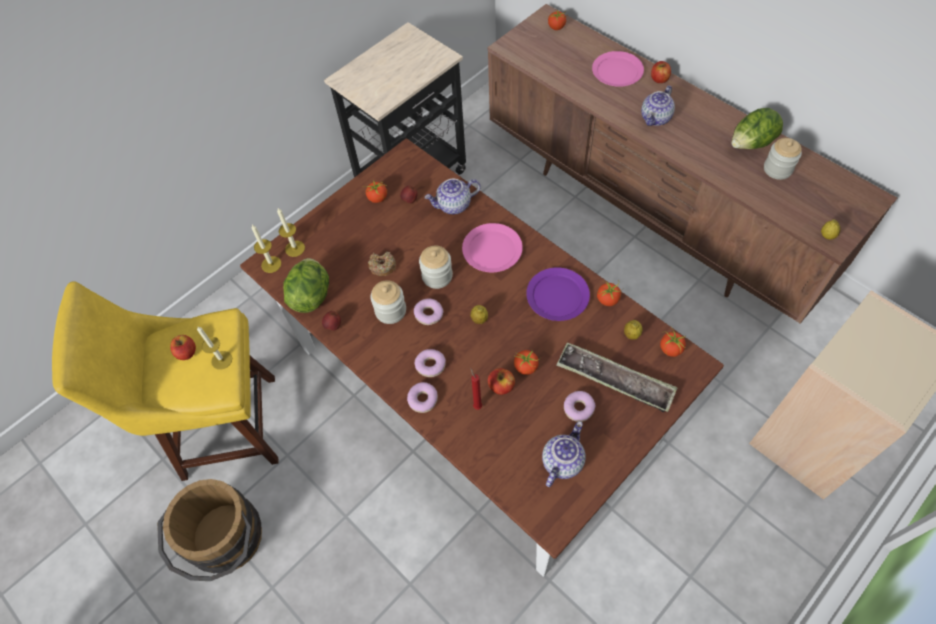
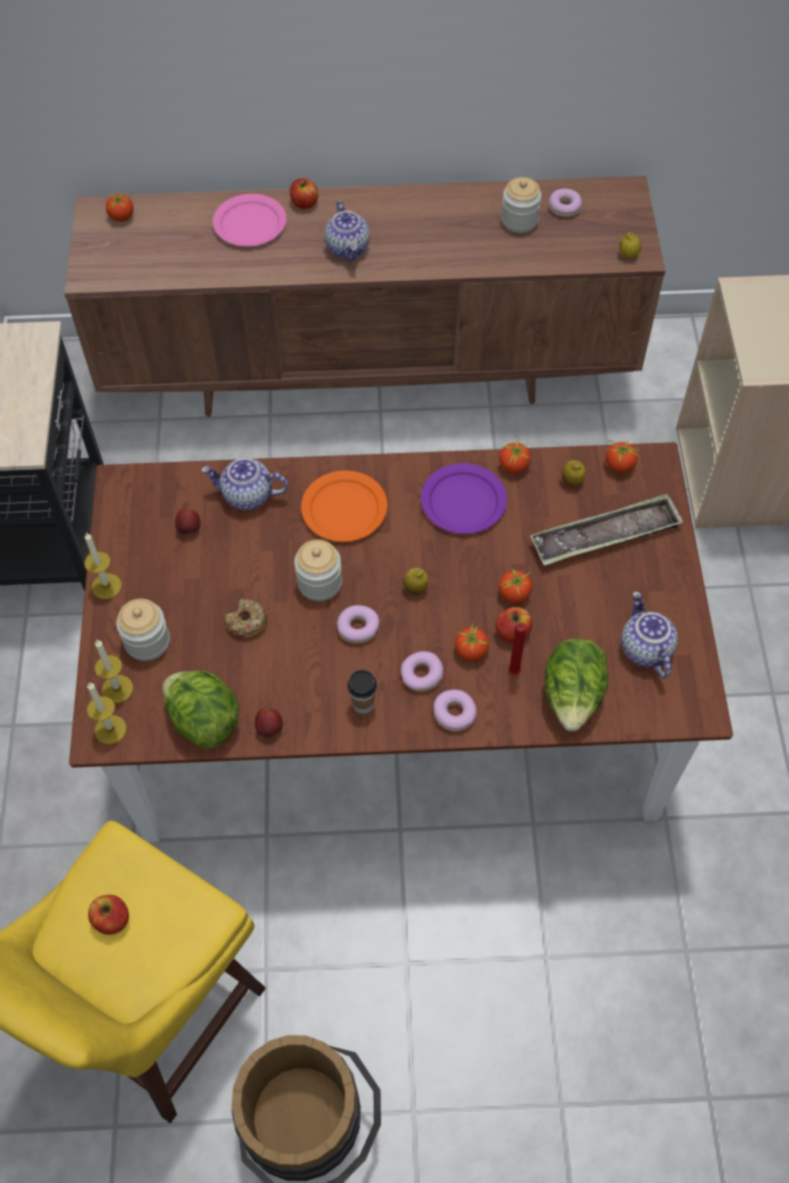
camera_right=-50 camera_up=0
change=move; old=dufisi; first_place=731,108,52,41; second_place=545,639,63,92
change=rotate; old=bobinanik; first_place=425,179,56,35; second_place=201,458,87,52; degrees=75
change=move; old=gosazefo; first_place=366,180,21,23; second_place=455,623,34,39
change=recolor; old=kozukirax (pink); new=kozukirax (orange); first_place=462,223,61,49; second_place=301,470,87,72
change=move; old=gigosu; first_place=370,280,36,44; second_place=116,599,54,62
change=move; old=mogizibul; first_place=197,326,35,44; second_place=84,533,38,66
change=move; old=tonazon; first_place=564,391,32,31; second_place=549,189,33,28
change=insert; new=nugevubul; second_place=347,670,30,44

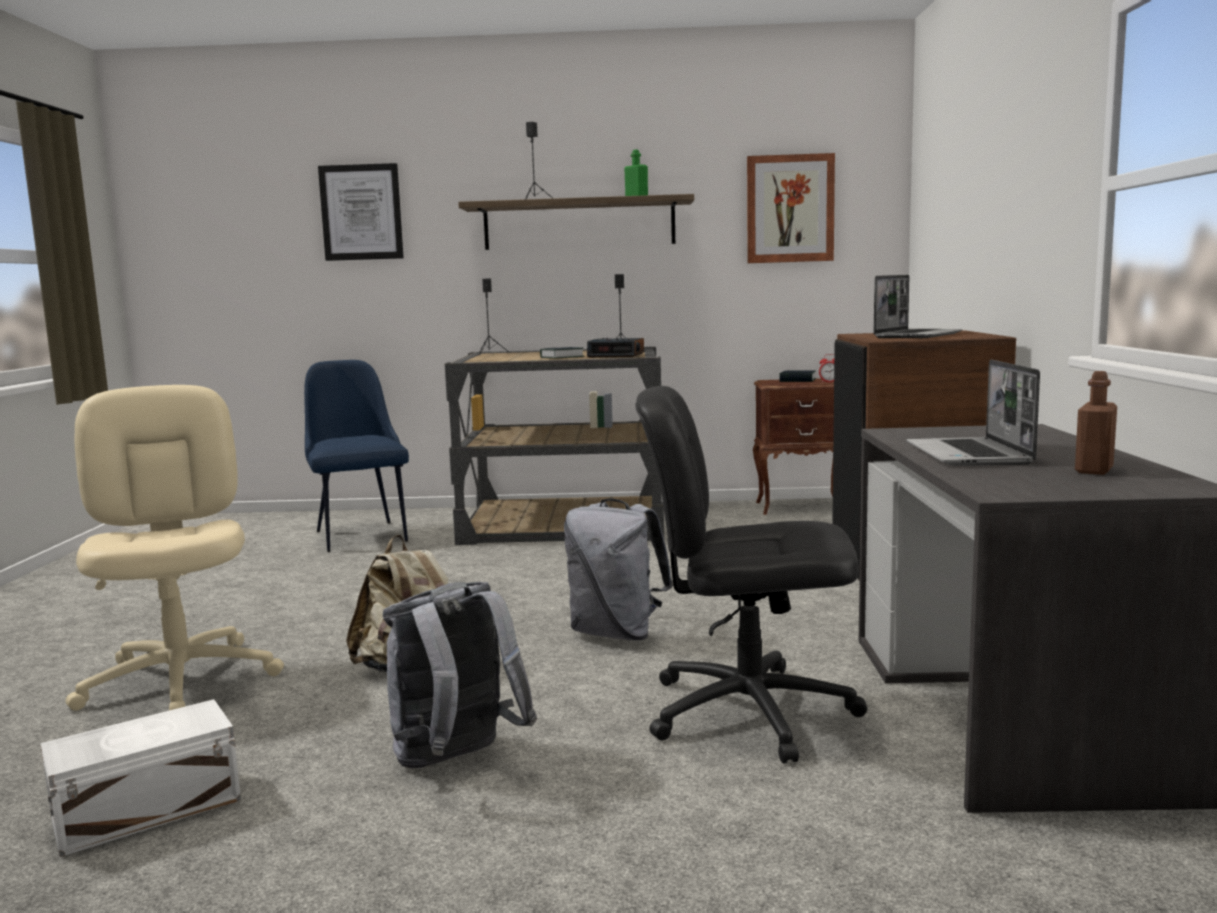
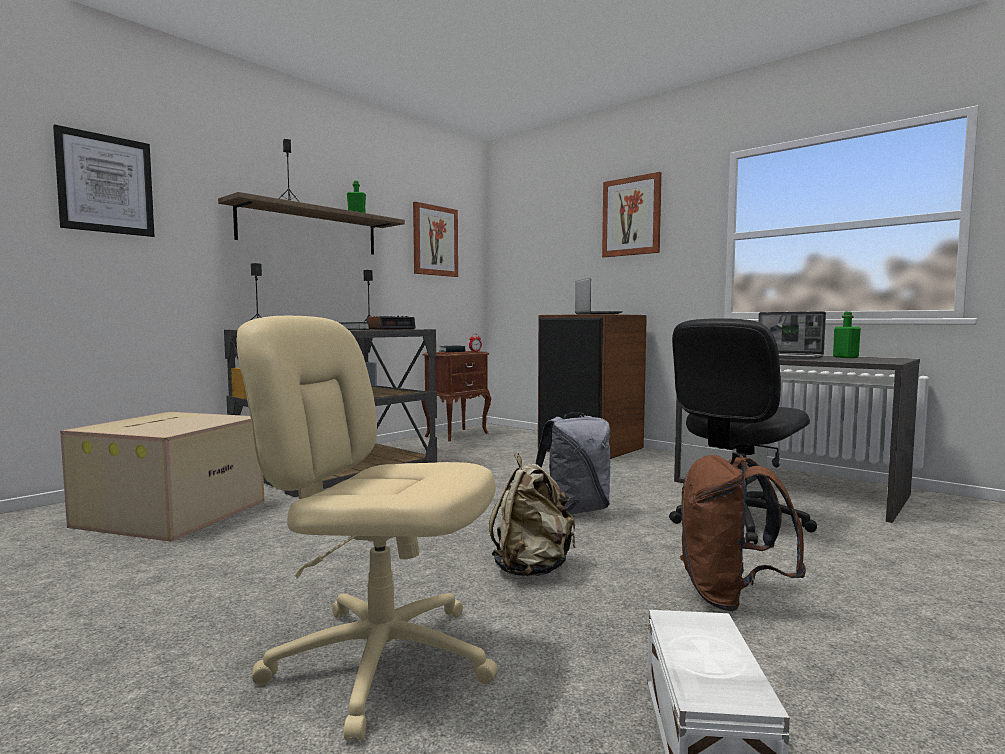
camera_right=-50 camera_up=-5
change=replace; old=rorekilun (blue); new=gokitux; first_place=304,360,105,192; second_place=60,412,204,130
change=recolor; old=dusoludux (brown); new=dusoludux (green); first_place=1075,371,42,104; second_place=833,311,28,47
change=recolor; old=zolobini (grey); new=zolobini (brown); first_place=383,582,154,186; second_place=680,453,126,158
change=insert; new=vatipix; second_place=602,172,60,85

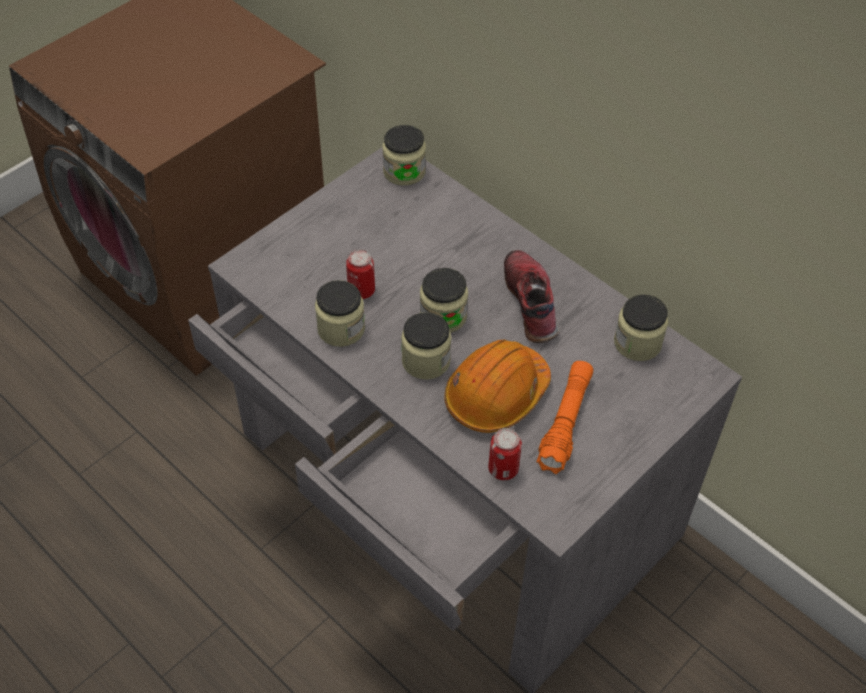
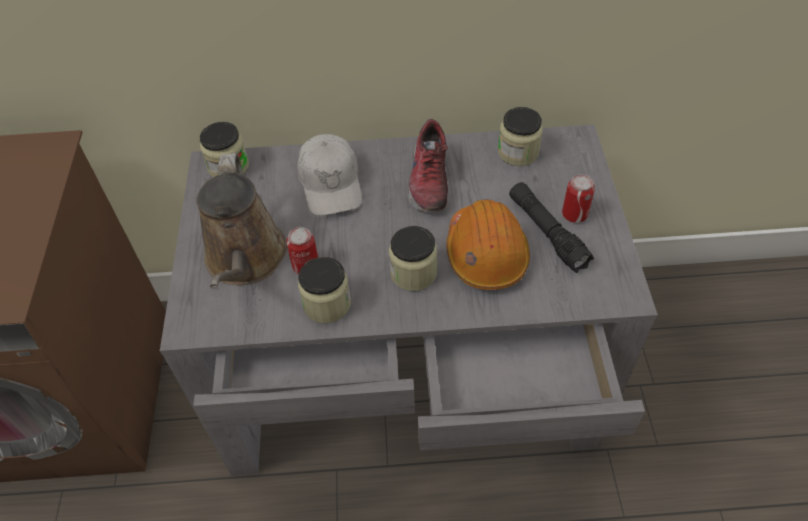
camera_right=-45 camera_up=0
change=rotate; old=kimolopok; first_place=504,250,56,93; second_place=408,119,40,93; degrees=-120
change=delete; old=gigosu; first_place=420,268,48,65
change=recolor; old=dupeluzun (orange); new=dupeluzun (black); first_place=536,361,57,113; second_place=509,182,85,91
change=move; old=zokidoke; first_place=488,428,34,52; second_place=562,174,33,49
change=insert; new=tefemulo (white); second_place=297,134,65,82
change=insert; new=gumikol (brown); second_place=196,153,91,135

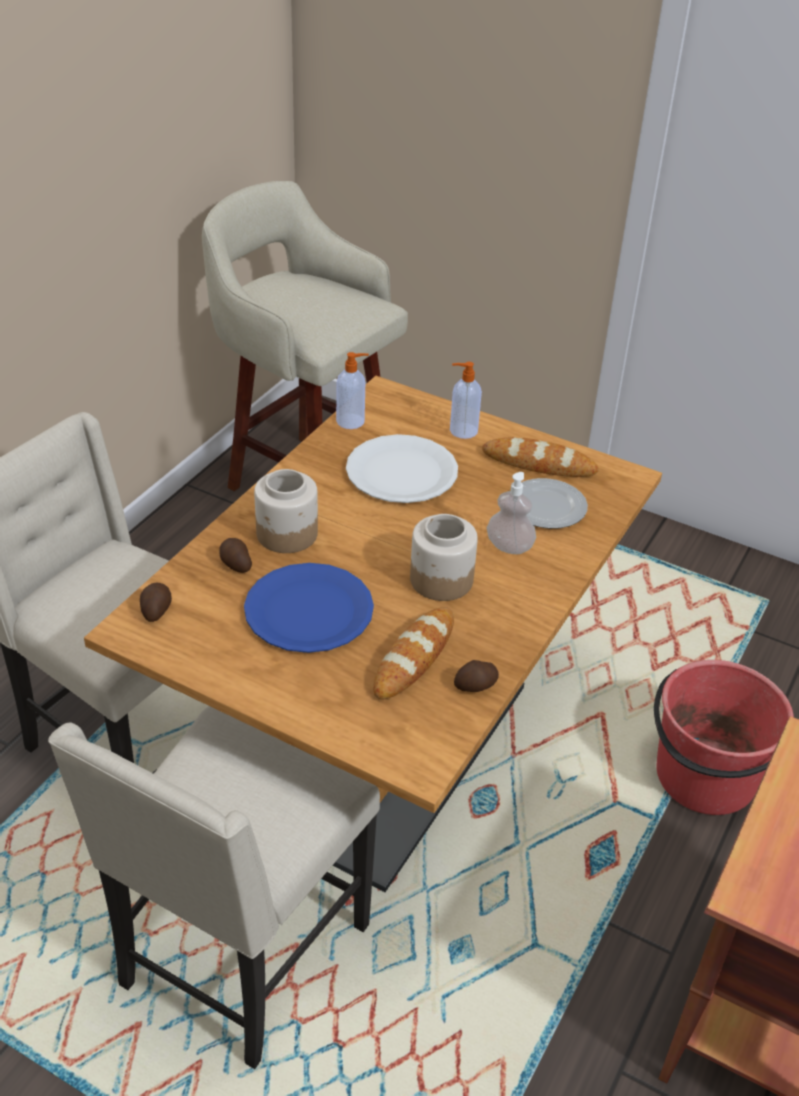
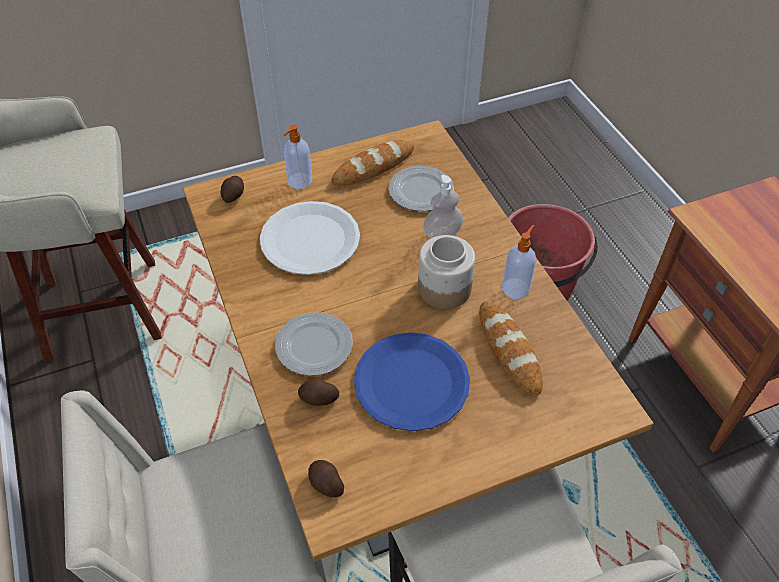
camera_right=-50 camera_up=10
change=move; old=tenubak; first_place=336,352,33,77; second_place=502,225,34,74
change=replace; old=gigosu; new=kozukirax; first_place=254,469,64,84; second_place=275,312,78,64
change=move; old=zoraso; first_place=454,660,45,32; second_place=220,176,24,27

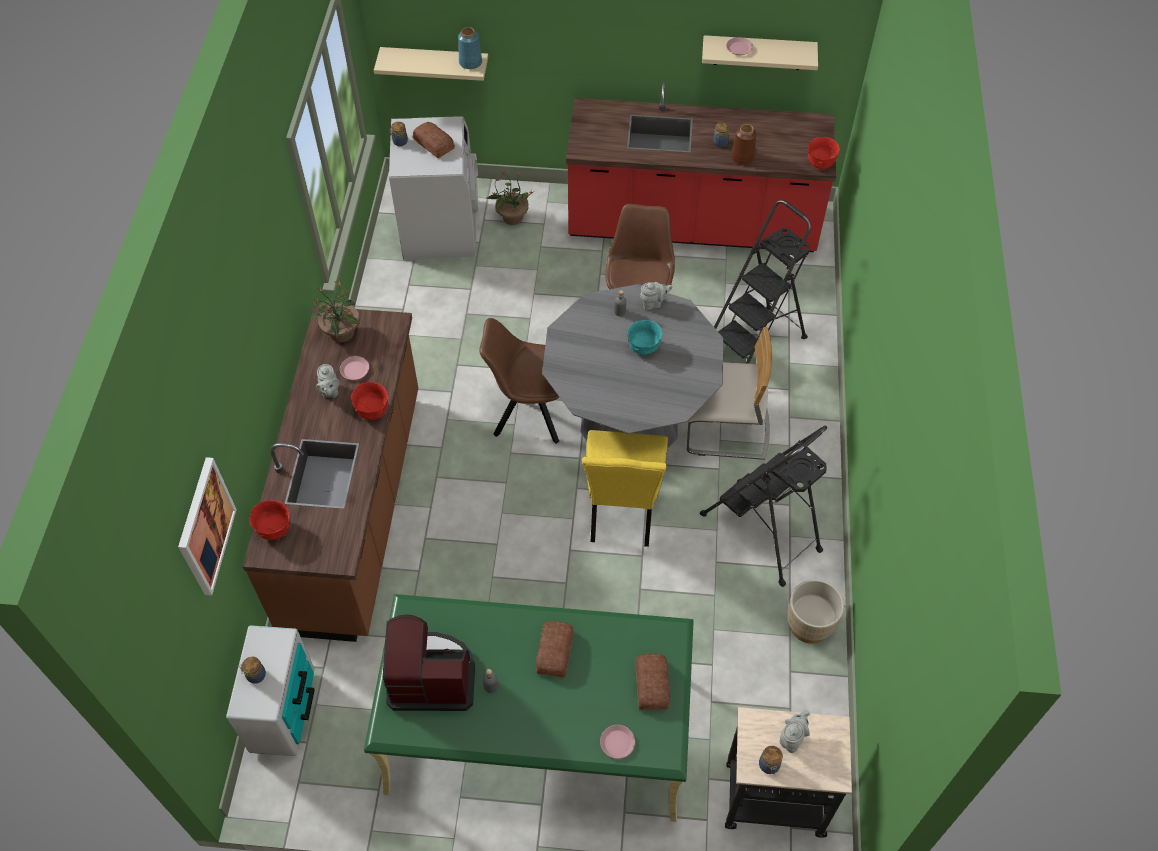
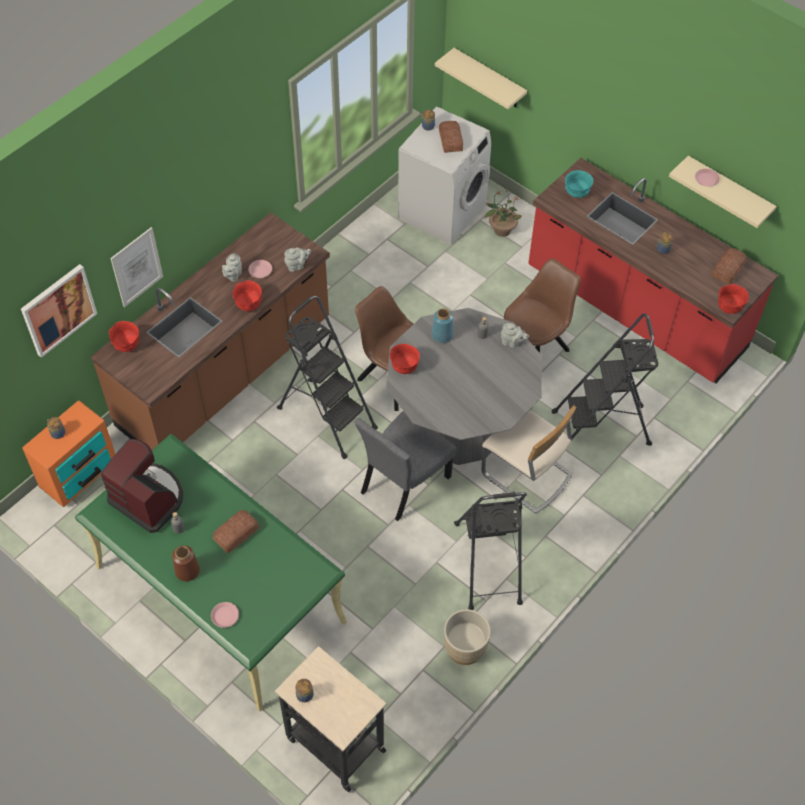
camera_right=35 camera_up=0
change=move; old=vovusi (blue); first_place=458,27,24,42; second_place=431,308,22,35
change=move; old=vovusi (brown); first_place=731,124,26,41; second_place=172,546,28,35
change=delete; old=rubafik; first_place=311,280,49,63
change=move; old=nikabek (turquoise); first_place=627,320,35,35; second_place=565,170,28,28
change=recolor; old=rorekilun (yellow); new=rorekilun (grey); first_place=582,430,86,117; second_place=354,411,102,110
change=recolor; old=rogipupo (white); new=rogipupo (orange); first_place=226,625,89,131; second_place=22,401,93,106
change=move; old=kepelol; first_place=636,653,34,57; second_place=712,248,35,36
change=move; old=bobinanik (grey); first_place=780,710,30,43; second_place=284,247,27,25
change=insert; new=vatipix; second_place=110,227,53,80
change=insert; new=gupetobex; second_place=277,296,101,163
change=insert; new=nikabek (red); second_place=390,344,30,30

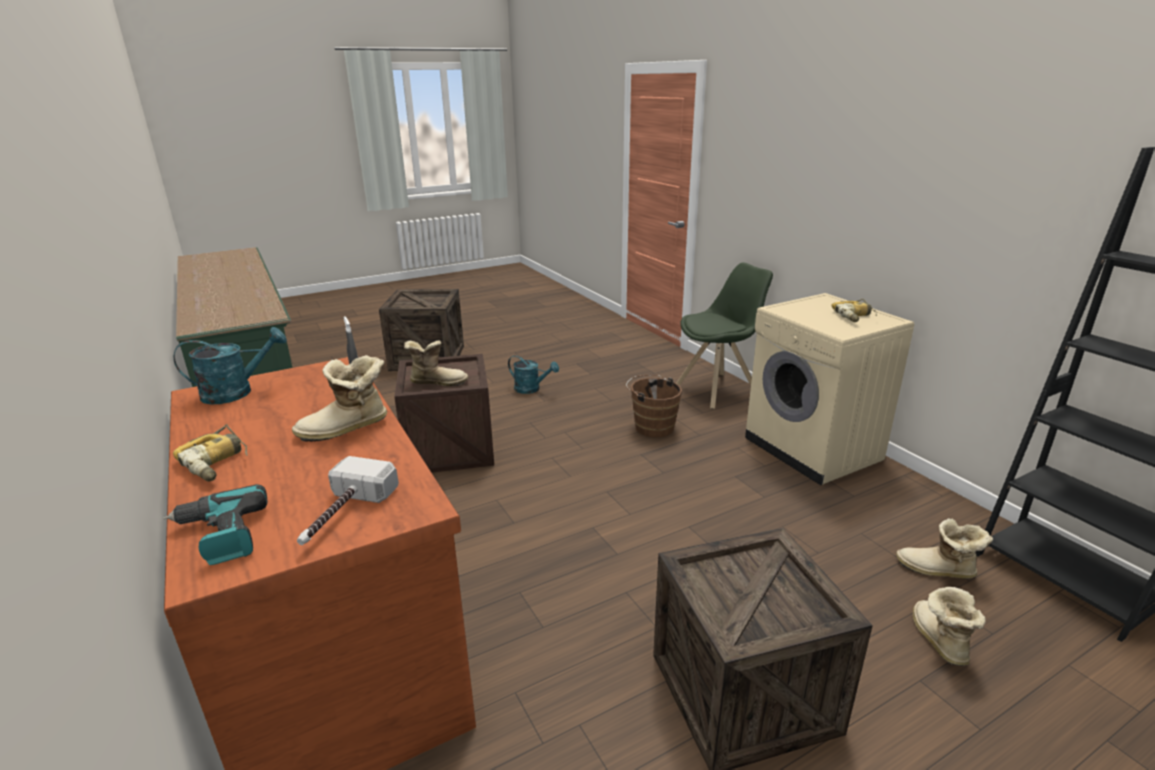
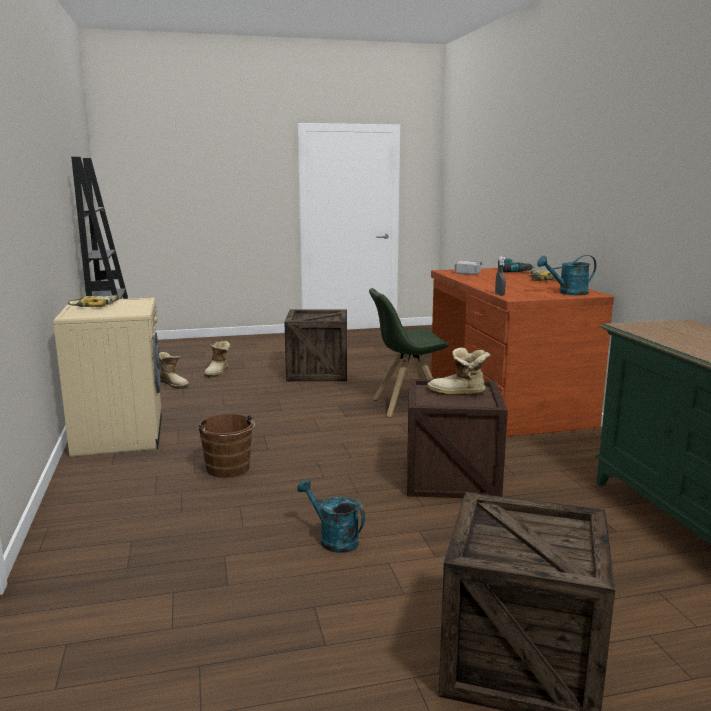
camera_right=-165 camera_up=-10
change=move; old=rorekilun (green); first_place=676,262,97,147; second_place=369,288,80,129
change=delete; old=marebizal; first_place=292,355,95,87

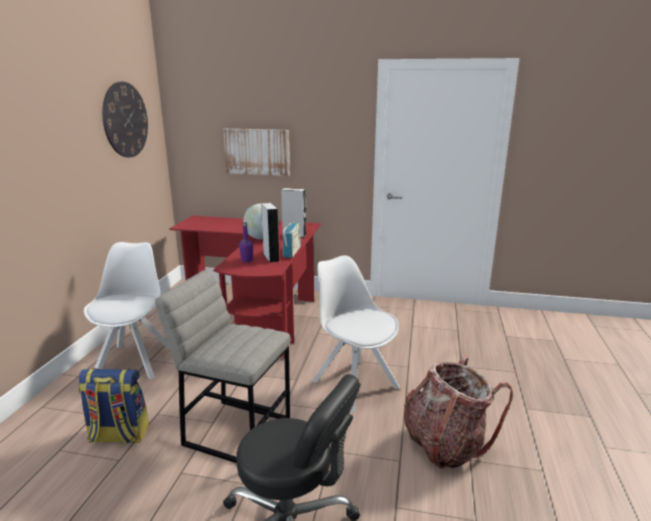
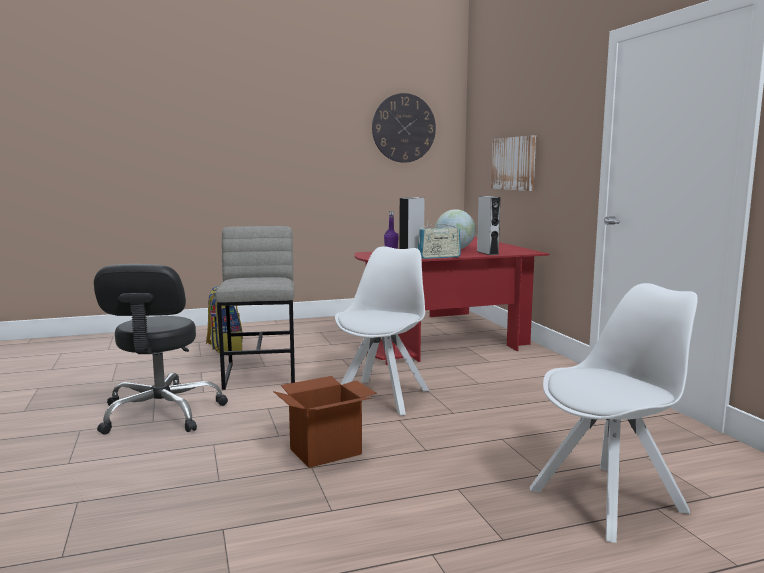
camera_right=60 camera_up=-10
change=move; old=rorekilun (white); first_place=84,242,86,137; second_place=530,283,168,260
change=replace; old=zolobini; new=gokitux; first_place=404,355,109,114; second_place=273,376,104,92

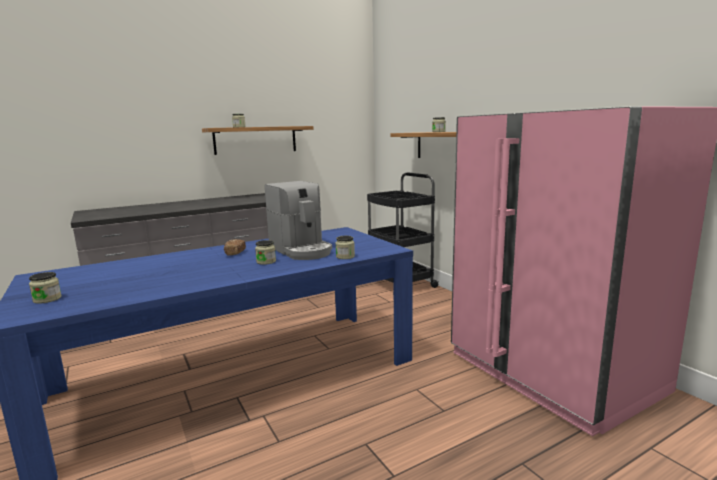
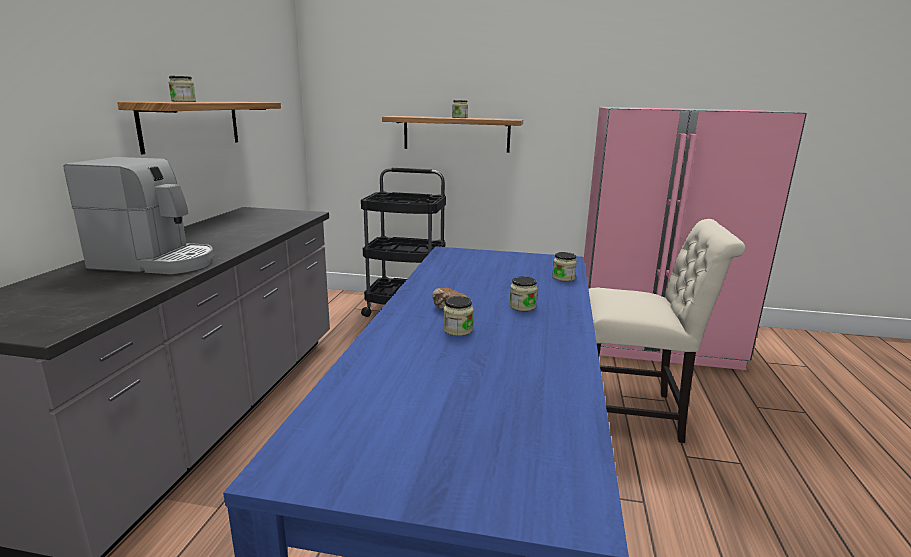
camera_right=-50 camera_up=5
change=move; old=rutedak; first_place=265,181,67,79; second_place=64,157,149,117
change=move; old=gigosu; first_place=29,272,33,32; second_place=443,296,31,40
change=insert; new=rorekilun (beige); second_place=588,219,157,224

